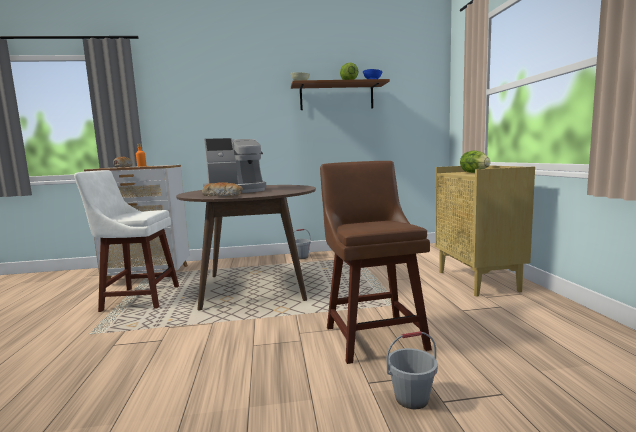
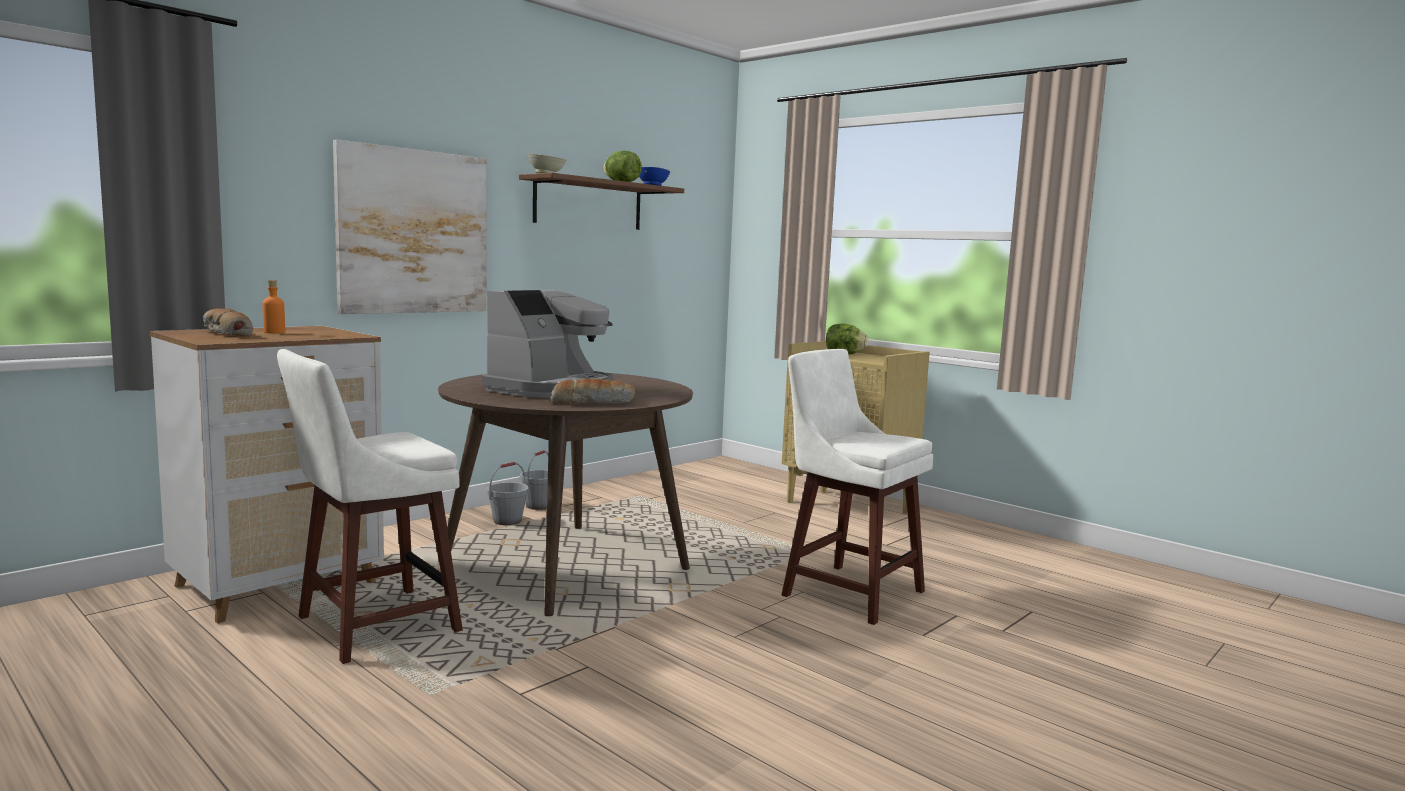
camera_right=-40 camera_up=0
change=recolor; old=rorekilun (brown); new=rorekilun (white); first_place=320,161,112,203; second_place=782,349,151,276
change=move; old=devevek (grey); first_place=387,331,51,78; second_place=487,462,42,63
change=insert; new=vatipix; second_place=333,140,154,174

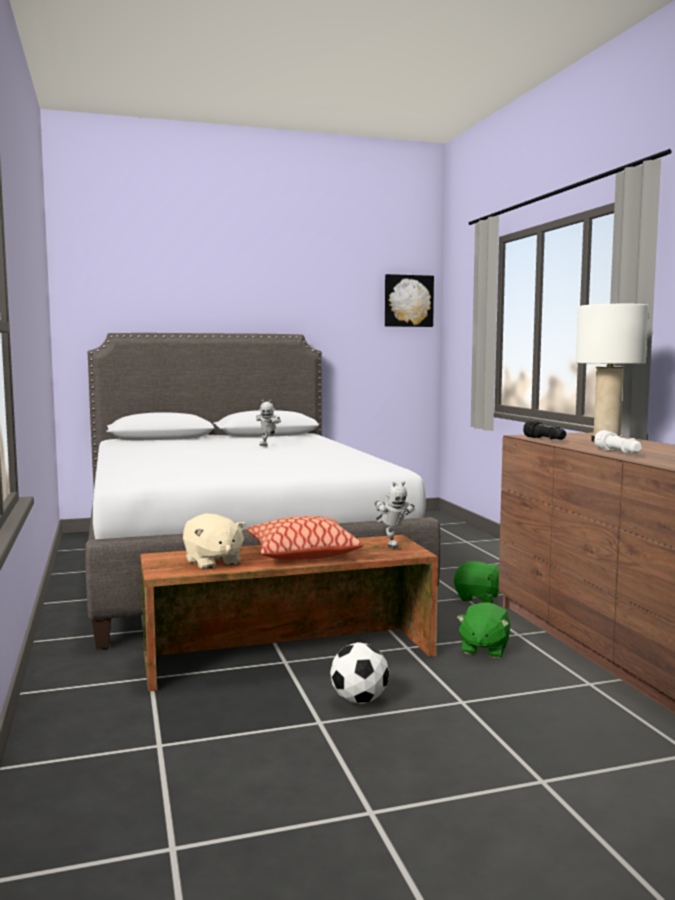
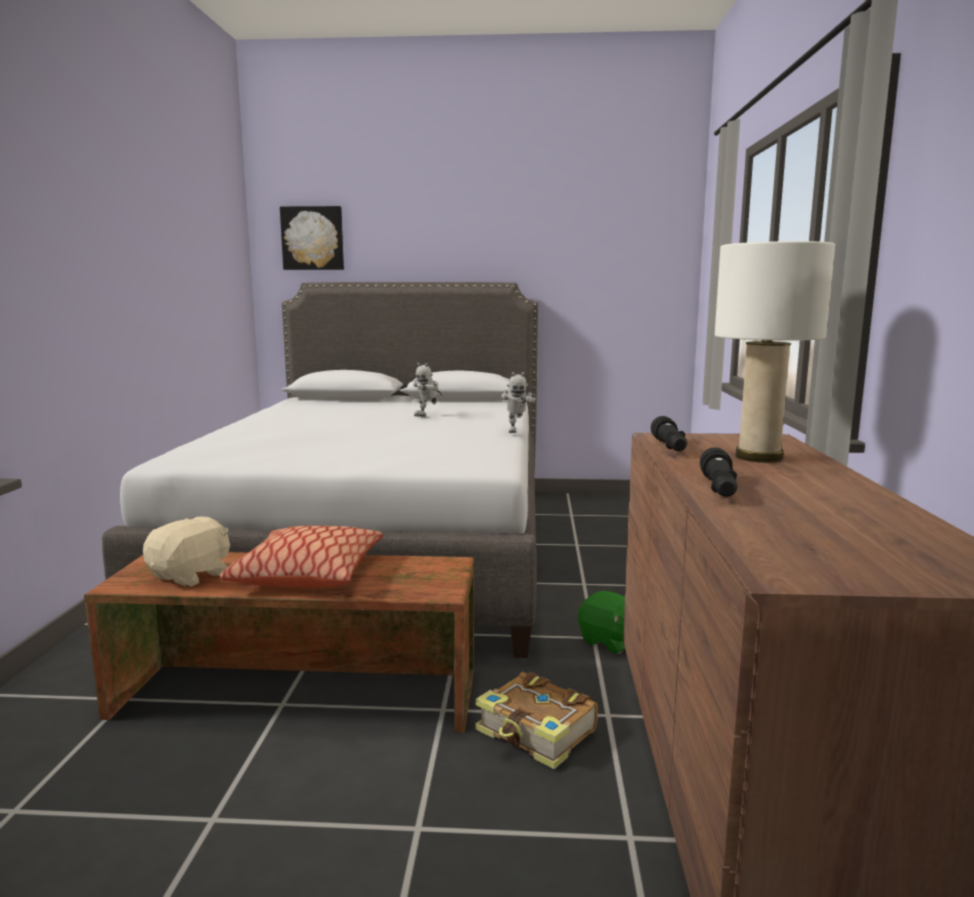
camera_right=20 camera_up=5
change=move; old=vatipix; first_place=385,274,49,53; second_place=280,206,64,64
change=recolor; old=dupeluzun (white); new=dupeluzun (black); first_place=594,430,48,23; second_place=699,447,38,50
change=move; old=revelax; first_place=374,481,41,67; second_place=500,372,36,61
change=rotate; old=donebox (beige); first_place=183,513,63,57; second_place=143,517,87,70; degrees=-135
change=replace; old=donebox (green); new=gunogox; first_place=457,602,53,56; second_place=475,672,123,97
change=delete; old=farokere; first_place=330,642,59,62

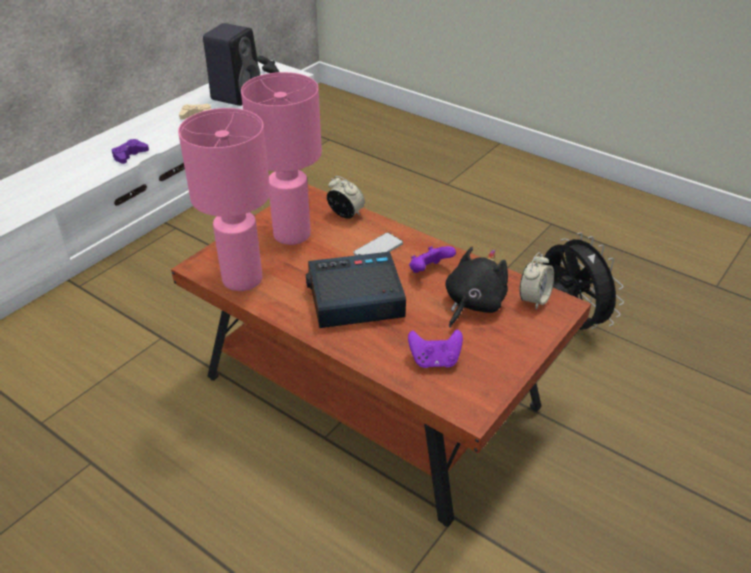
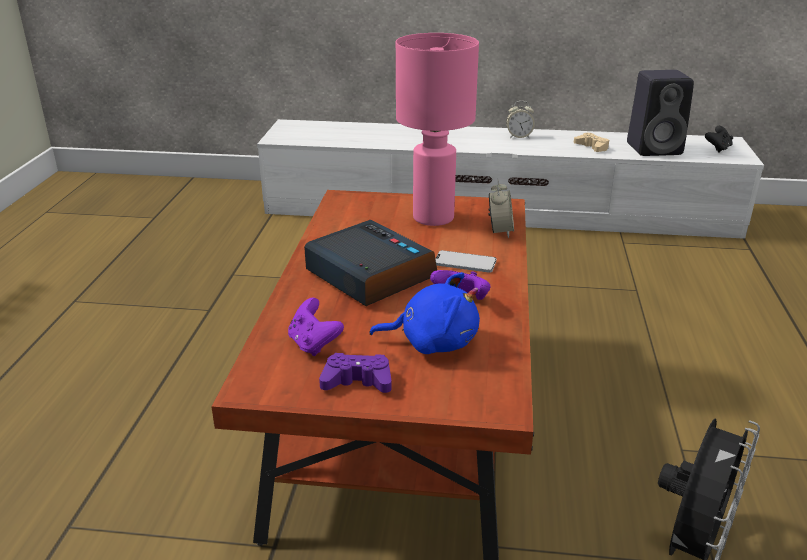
camera_right=60 camera_up=-10
change=delete; old=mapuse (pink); first_place=178,108,92,183
change=move; old=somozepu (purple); first_place=111,139,38,25; second_place=319,353,73,40
change=recolor; old=donebox (black); new=donebox (blue); first_place=446,247,62,81; second_place=370,272,110,82
change=move; old=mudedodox; first_place=520,252,34,57; second_place=506,101,29,37

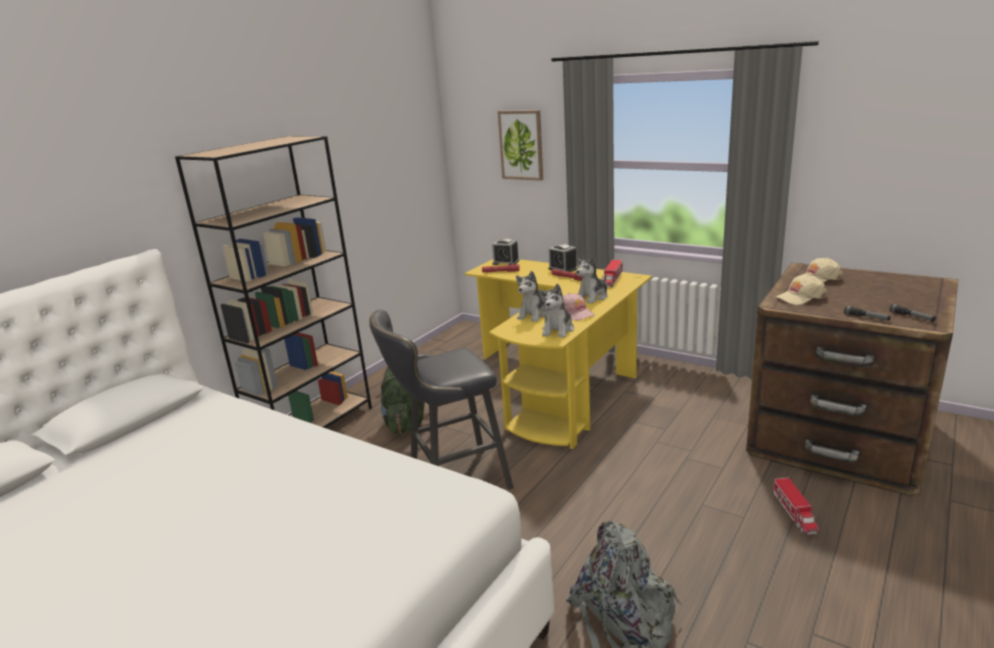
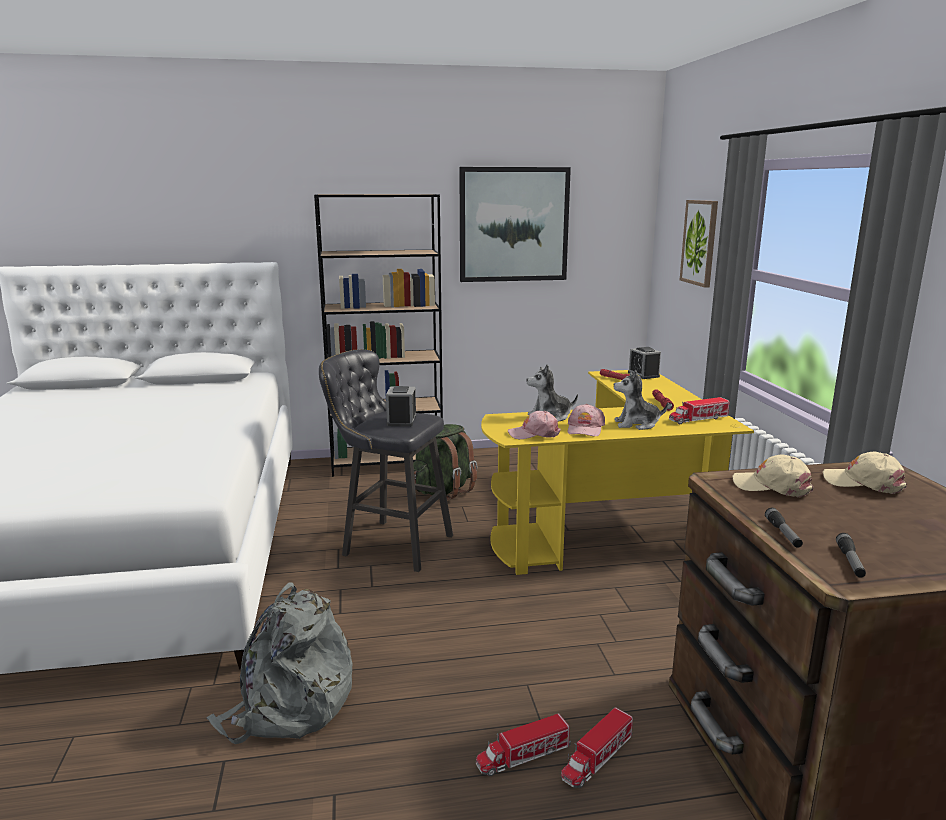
camera_right=45 camera_up=-5
change=move; old=mudedodox; first_place=548,244,30,28; second_place=386,386,30,41
change=replace; old=donebox; new=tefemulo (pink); first_place=539,284,35,54; second_place=508,411,53,28
change=insert; new=vatipix; second_place=459,167,112,115
change=insert; new=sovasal; second_place=476,713,95,63

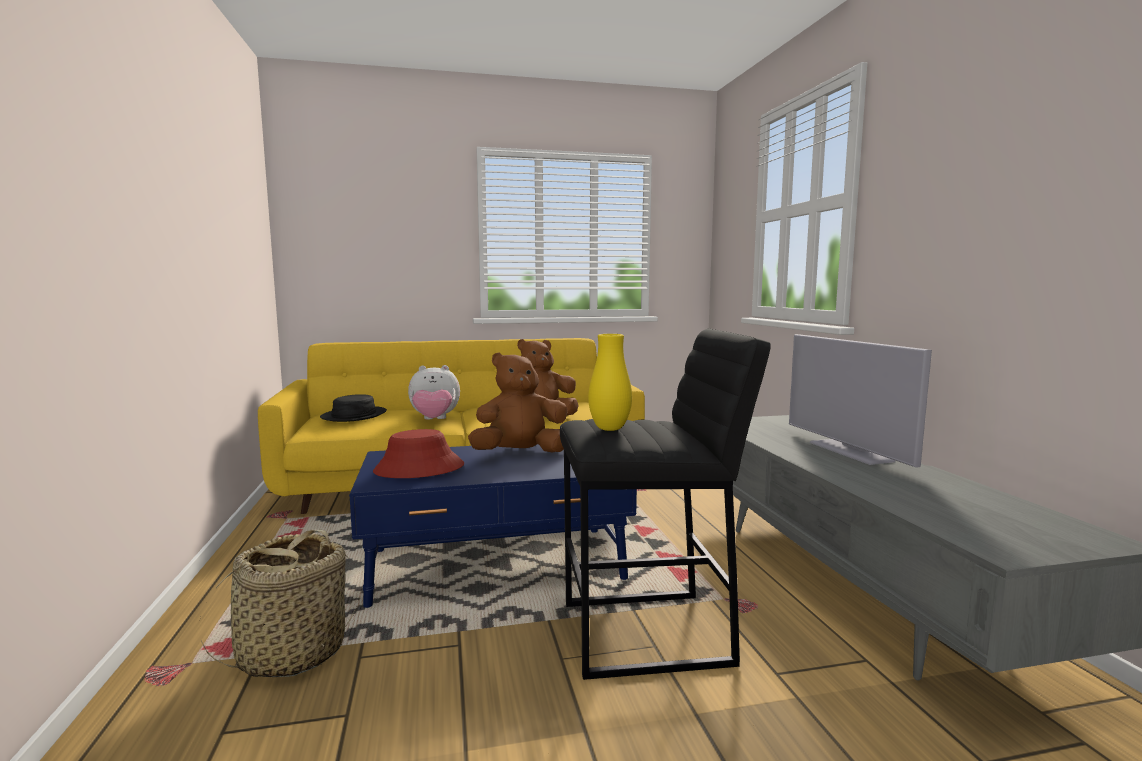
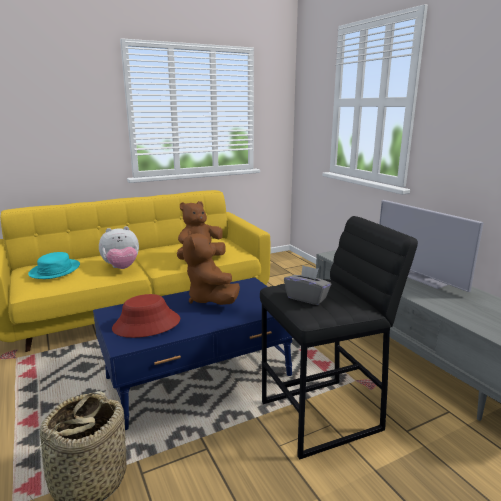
camera_right=-15 camera_up=10
change=replace; old=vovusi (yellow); new=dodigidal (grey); first_place=588,334,44,97; second_place=284,265,47,40
change=rotate; old=donebox (brown); first_place=468,352,99,101; second_place=183,231,57,74; degrees=-75
change=recolor; old=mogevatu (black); new=mogevatu (turquoise); first_place=320,394,67,28; second_place=28,252,52,27

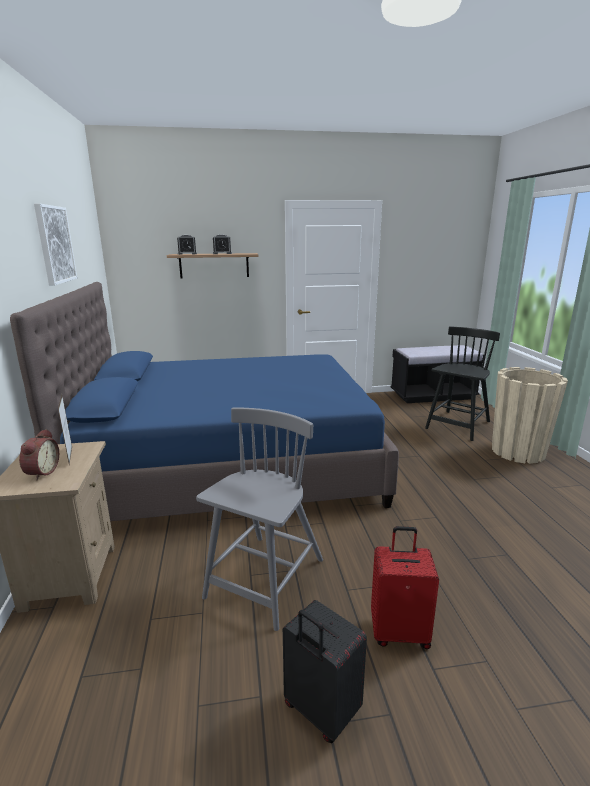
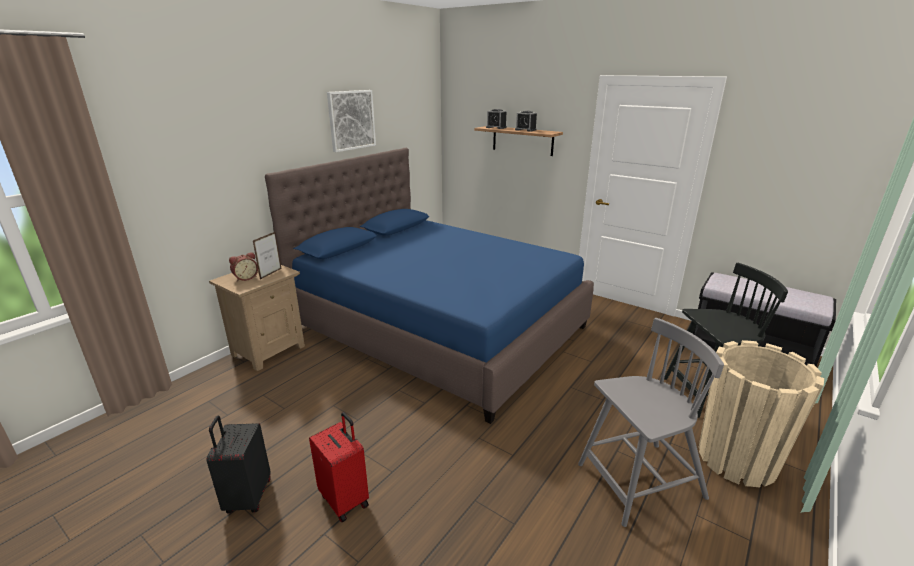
camera_right=45 camera_up=5
change=move; old=rorekilun (grey); first_place=196,407,127,224; second_place=578,318,146,209

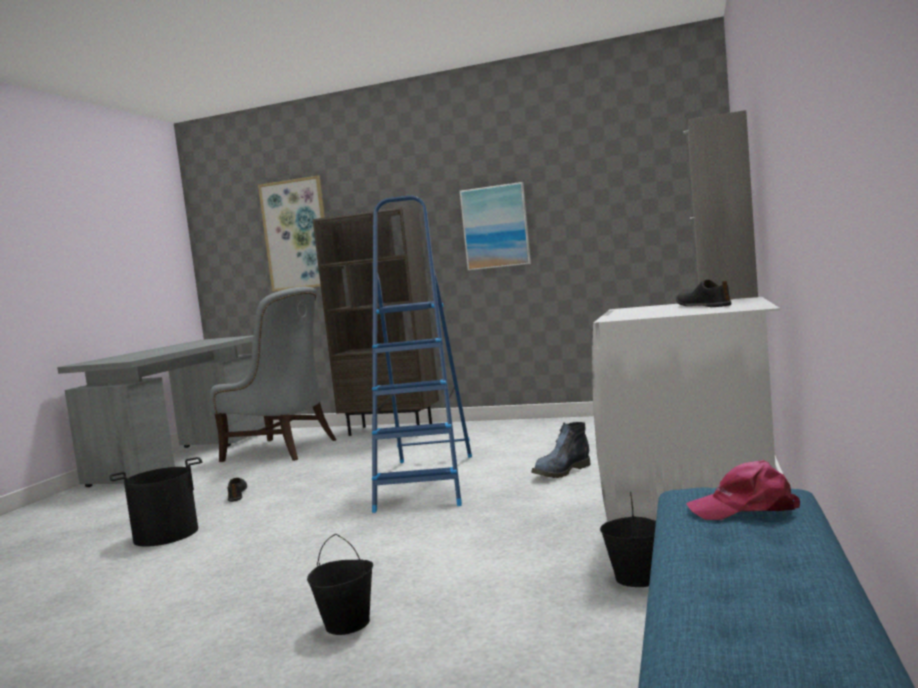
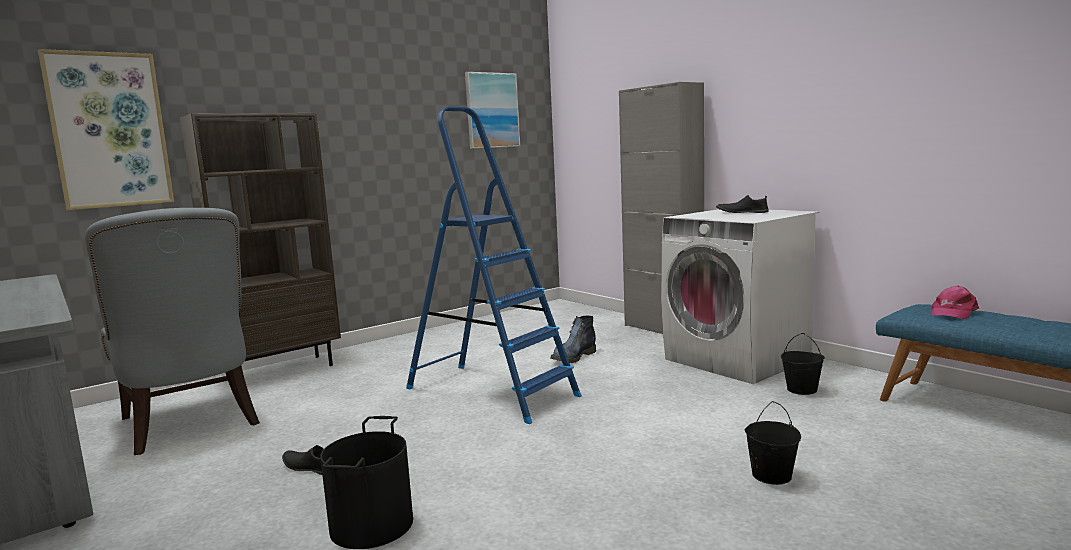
camera_right=-55 camera_up=5
change=move; old=vatipix; first_place=460,182,71,88; second_place=465,72,55,77
change=rotate; old=rorekilun (grey); first_place=210,287,126,175; second_place=85,208,175,247; degrees=90
change=rotate; old=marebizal; first_place=531,422,60,56; second_place=550,316,46,47; degrees=45

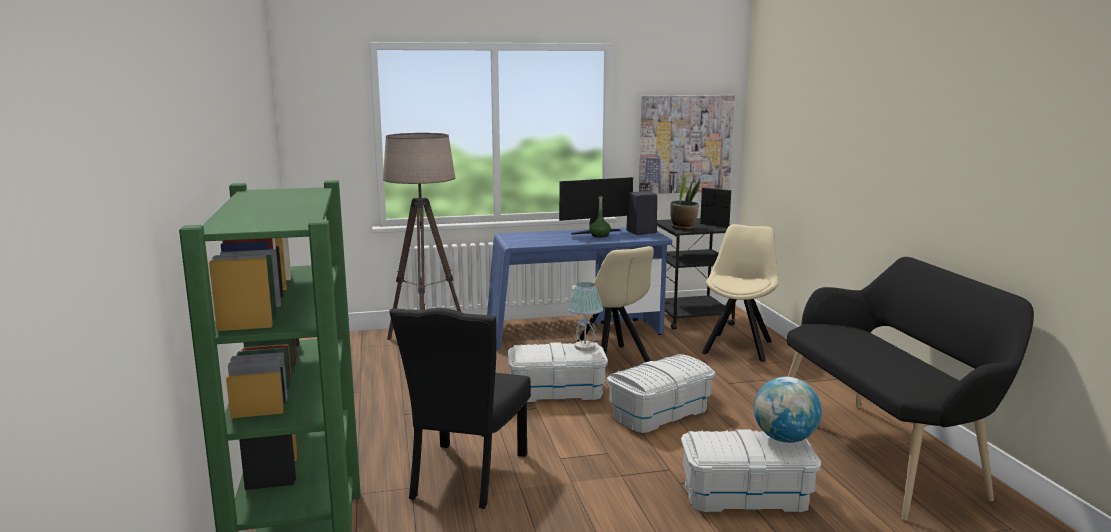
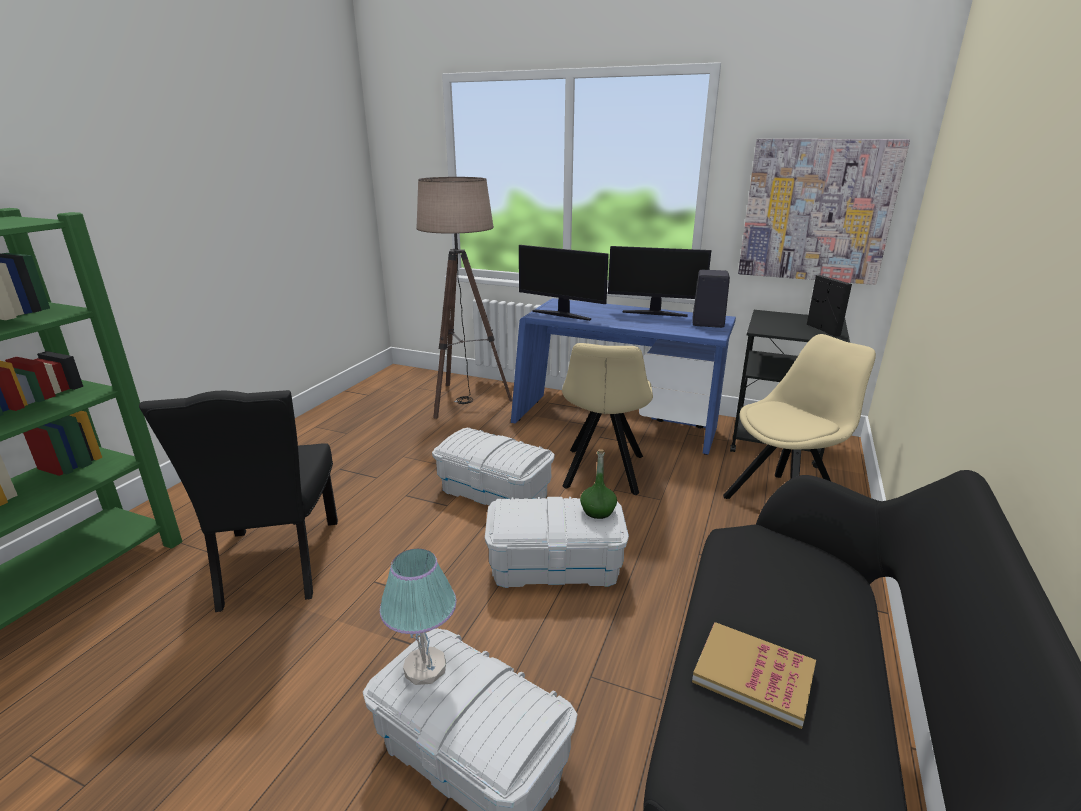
camera_right=35 camera_up=10
change=delete; old=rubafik; first_place=670,174,31,56
change=move; old=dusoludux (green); first_place=590,196,21,41; second_place=580,449,37,70
change=move; old=mapuse; first_place=568,282,35,69; second_place=380,549,76,136
change=rotate; old=rorekilun (black); first_place=389,308,142,201; second_place=139,390,199,222; degrees=-60
change=delete; old=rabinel; first_place=754,377,68,66
change=insert; new=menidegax; second_place=519,245,90,76
change=insert; new=gunogox; second_place=692,622,124,107

